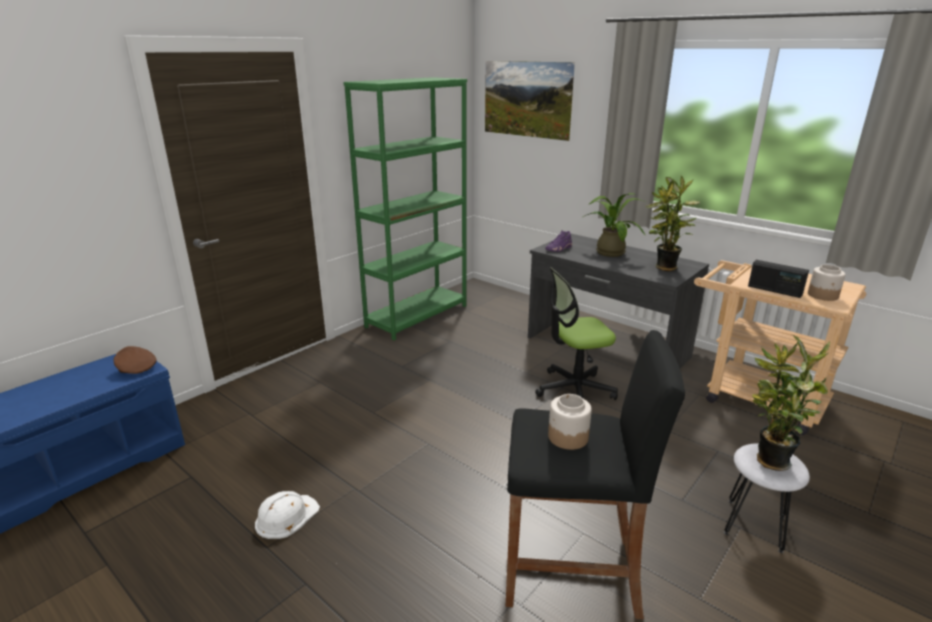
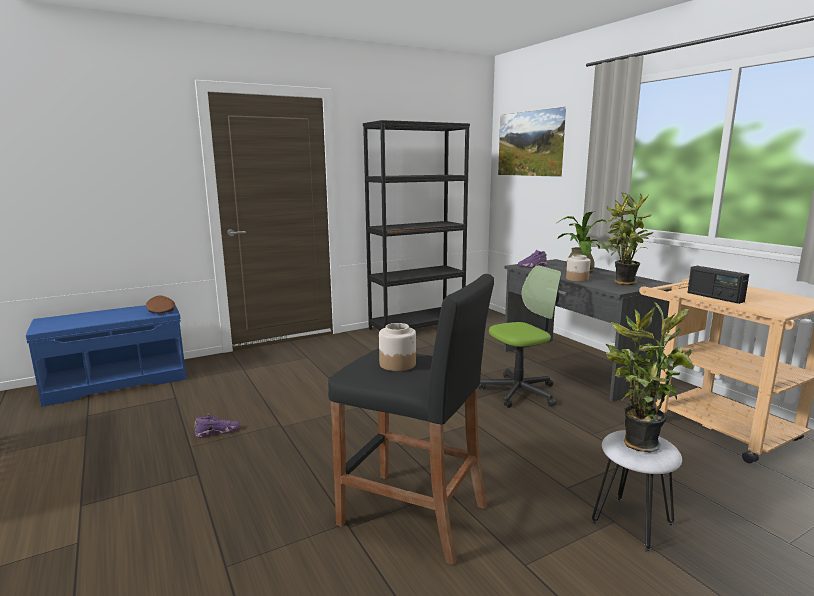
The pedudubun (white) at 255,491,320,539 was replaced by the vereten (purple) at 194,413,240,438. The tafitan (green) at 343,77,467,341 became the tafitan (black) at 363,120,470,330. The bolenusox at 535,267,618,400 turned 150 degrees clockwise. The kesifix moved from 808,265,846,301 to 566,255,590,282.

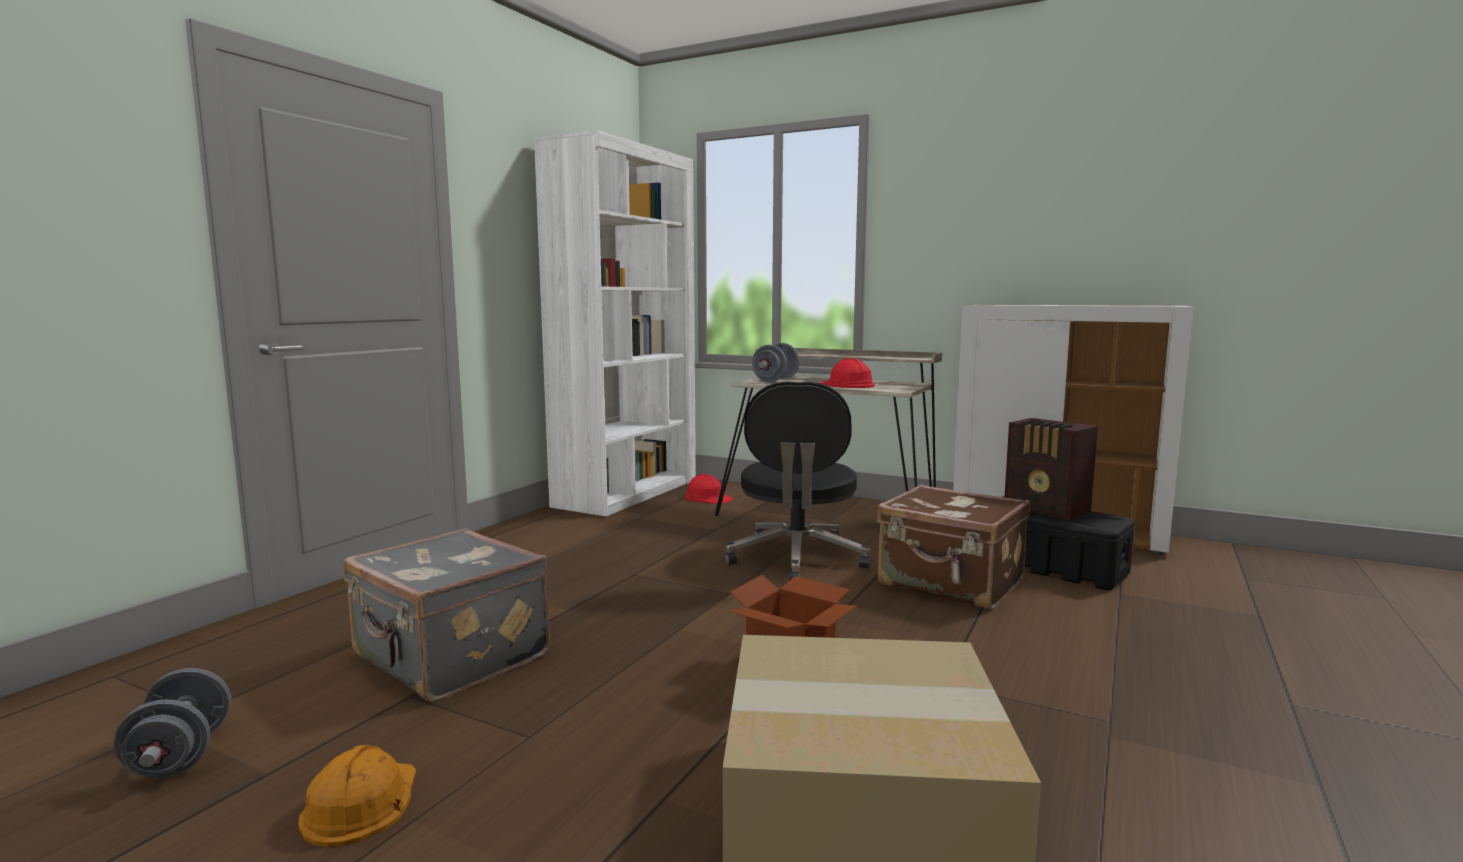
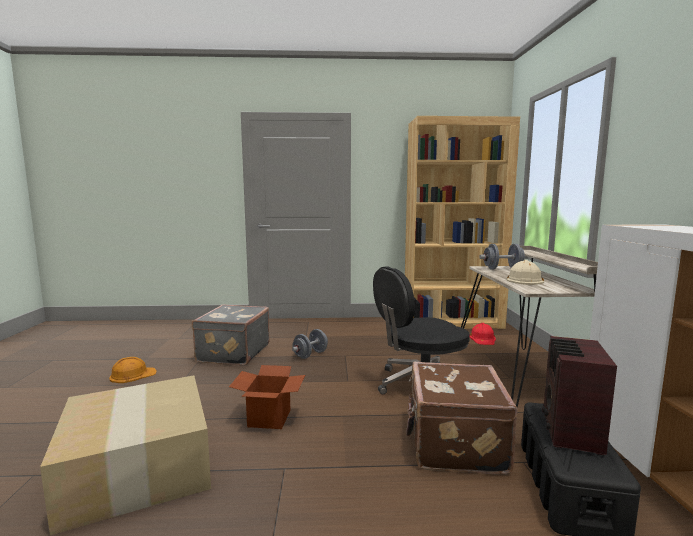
The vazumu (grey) moved from 113,668,231,778 to 292,329,328,359. The tafitan (white) at 534,130,696,516 became the tafitan (brown) at 405,116,520,329. The pedudubun (red) at 820,358,875,388 became the pedudubun (beige) at 506,260,544,285.

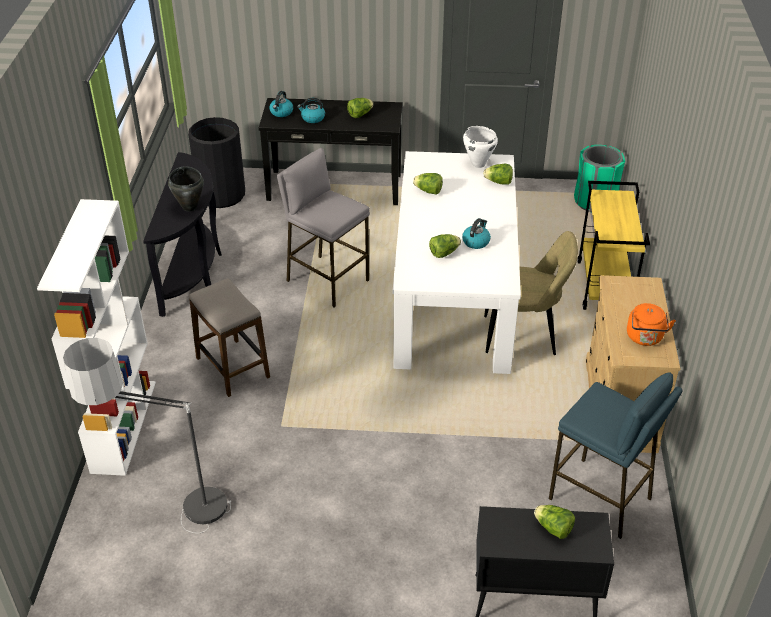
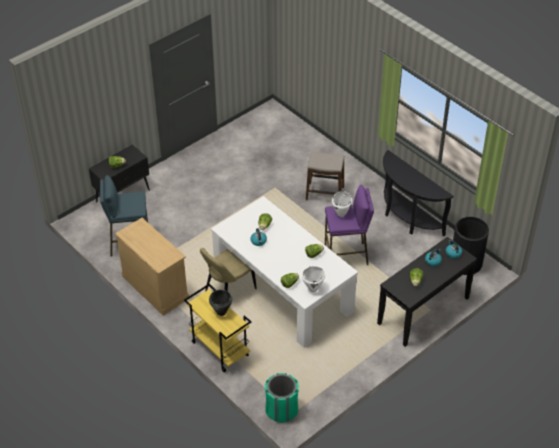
The tafitan (white) at 37,199,156,476 disappeared. The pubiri at 63,338,231,533 disappeared. The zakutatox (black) moved from 168,166,204,212 to 209,290,232,316. The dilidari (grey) at 277,148,370,308 became the dilidari (purple) at 325,184,374,265. The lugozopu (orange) at 627,303,676,346 disappeared. The zakutatox (white) at 332,191,352,217 appeared.

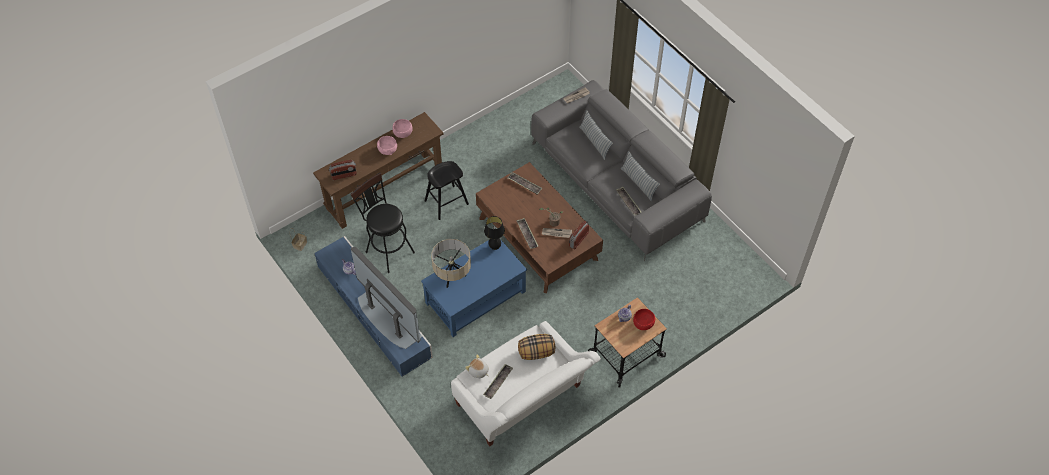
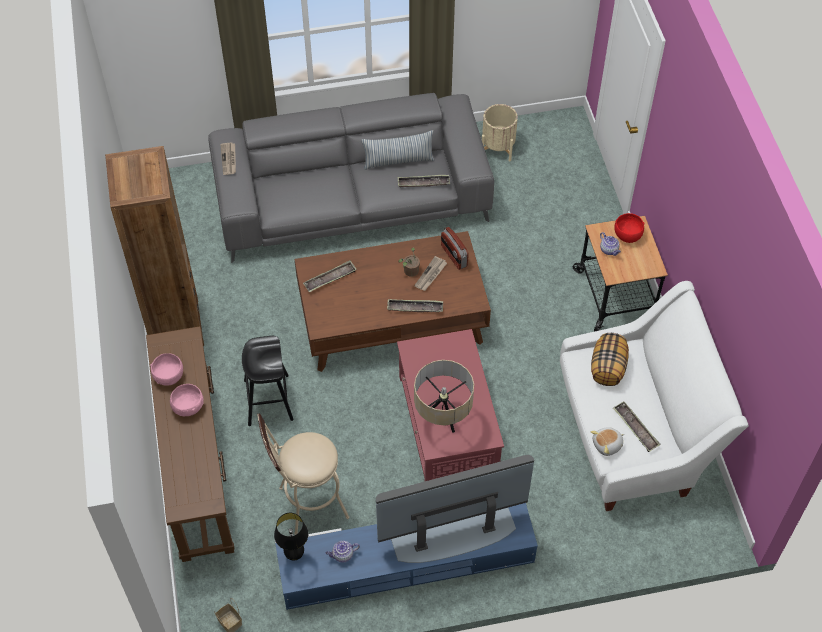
The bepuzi at 329,160,357,180 disappeared. The dilidari (black) at 350,173,415,273 became the dilidari (beige) at 257,414,349,535. The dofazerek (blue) at 421,238,527,337 became the dofazerek (red) at 397,329,504,482. The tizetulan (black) moved from 484,216,505,250 to 274,513,308,561. The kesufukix at 579,110,613,160 disappeared. The tafitan (brown) at 105,146,204,346 appeared. The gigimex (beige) at 482,104,518,162 appeared.

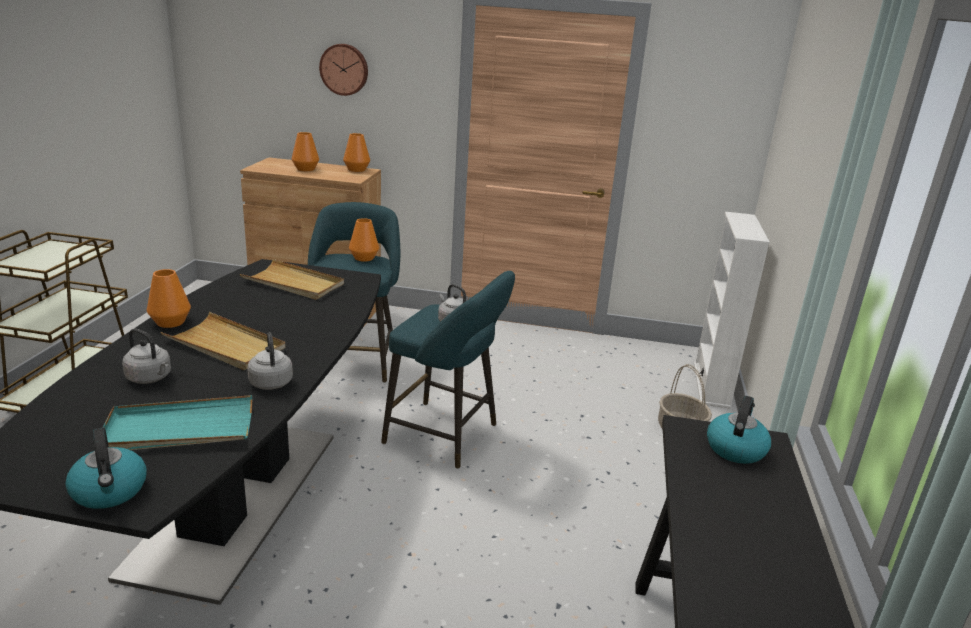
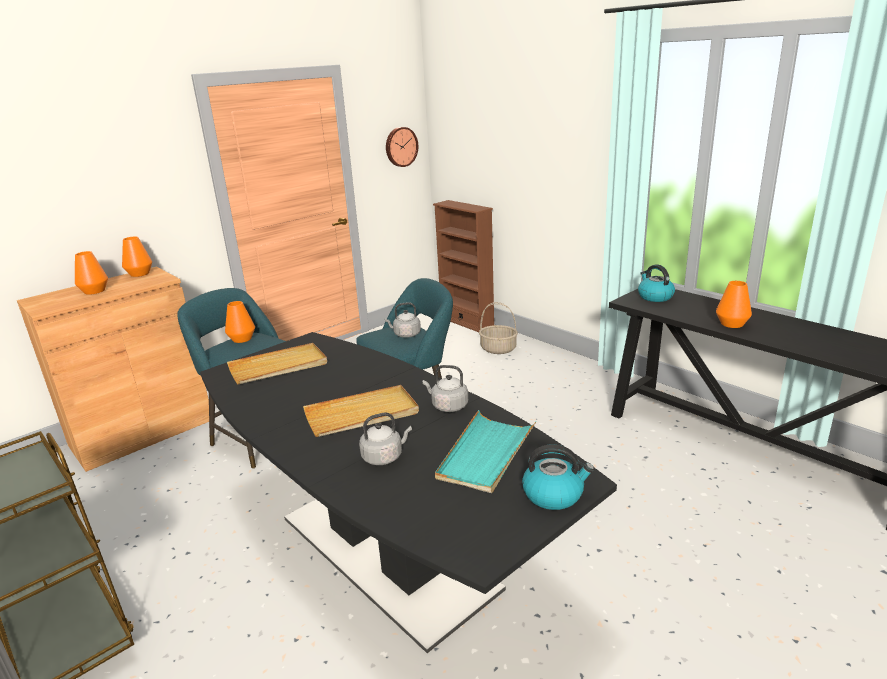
The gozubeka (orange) moved from 147,269,191,328 to 716,281,752,328. The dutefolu moved from 319,44,368,96 to 386,127,418,167. The tafitan (white) at 694,212,770,408 became the tafitan (brown) at 433,200,494,332.

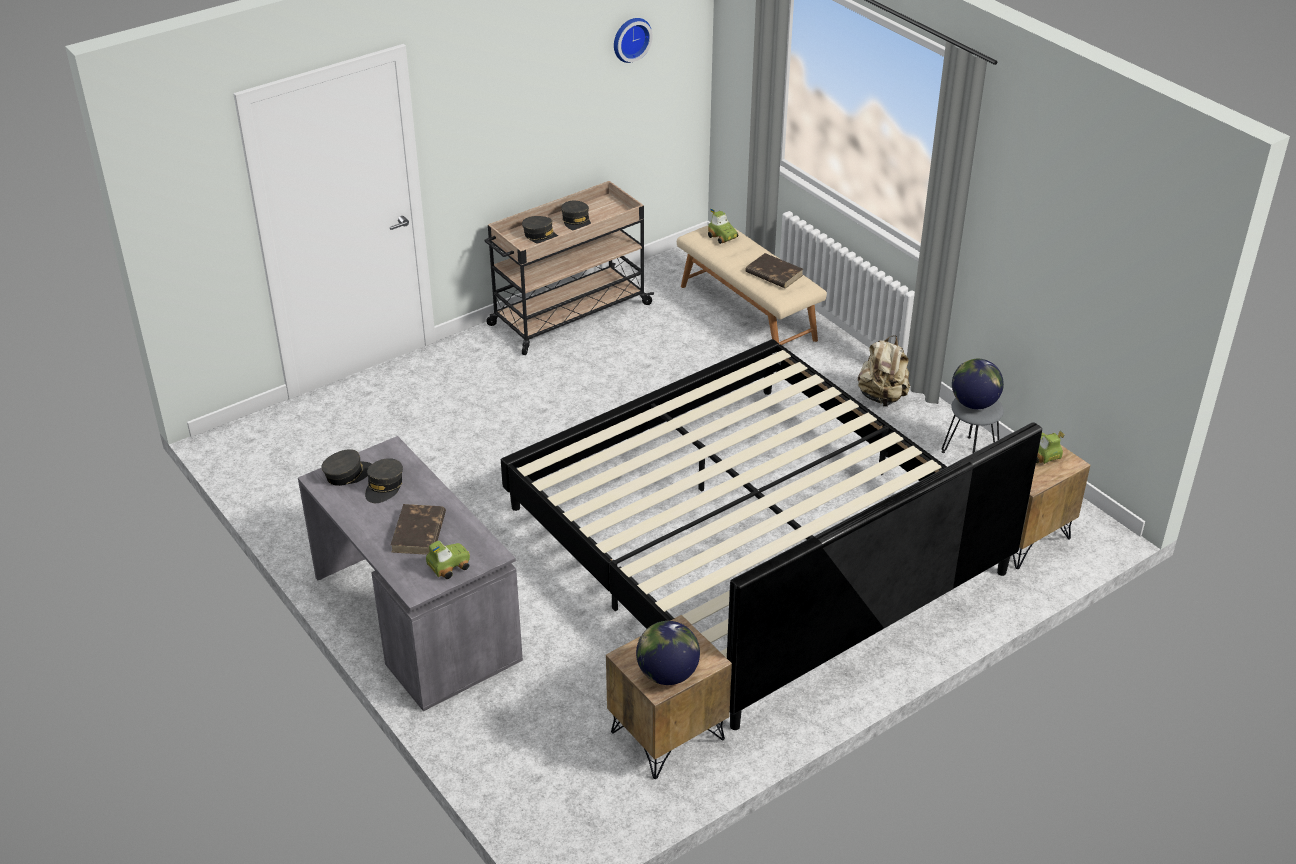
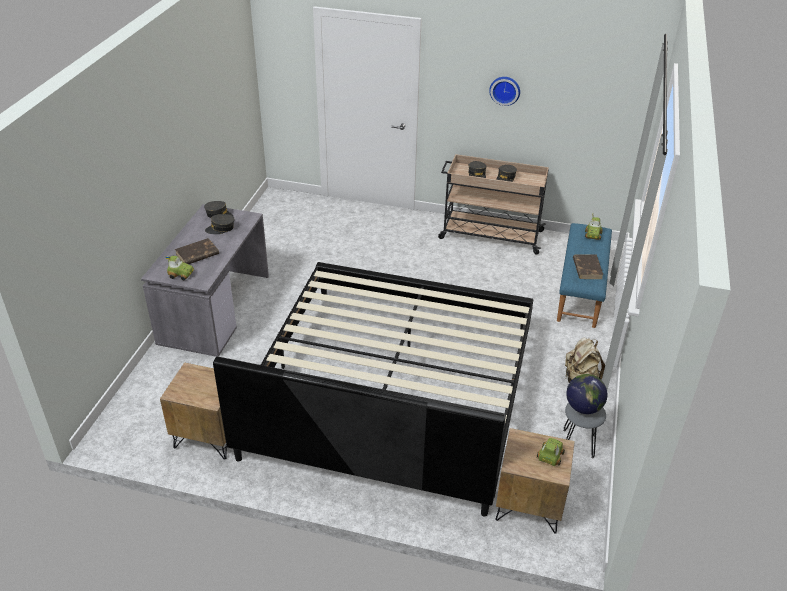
The dutefolu moved from 614,18,653,63 to 489,77,520,106. The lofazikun at 636,621,700,685 disappeared. The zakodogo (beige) at 677,226,827,345 became the zakodogo (blue) at 557,223,612,328.

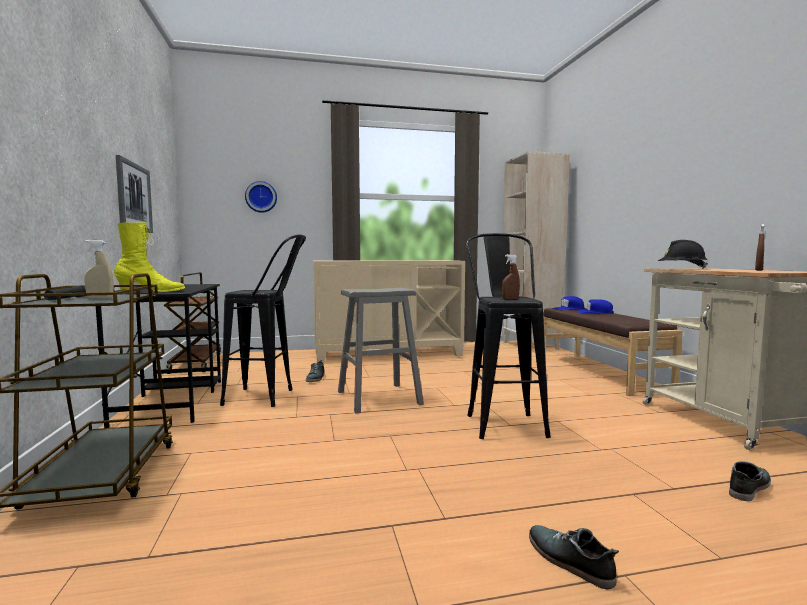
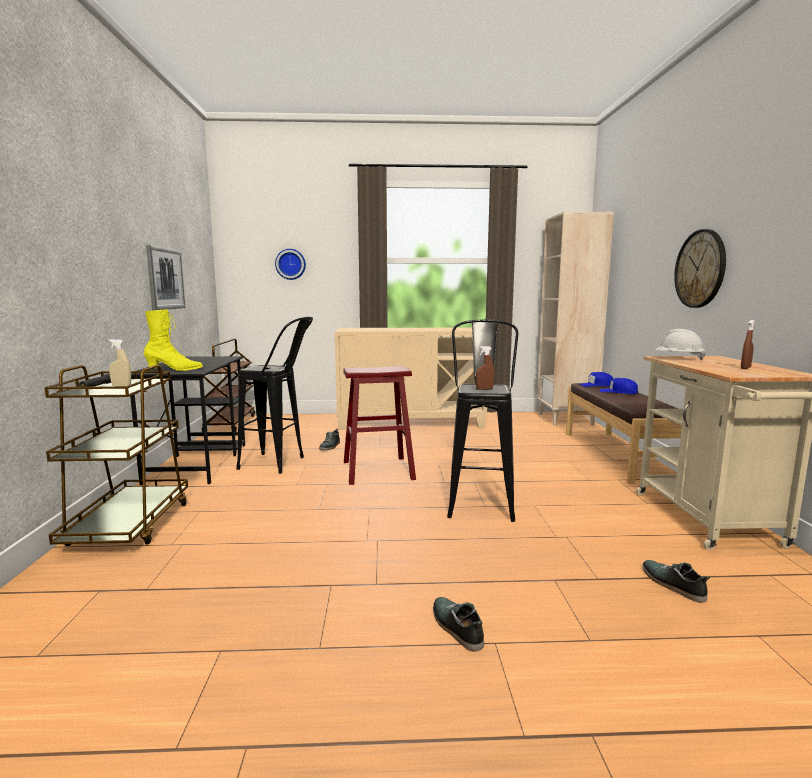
The dilidari (grey) at 338,288,424,414 became the dilidari (red) at 343,366,416,485. The pedudubun (black) at 658,240,708,269 became the pedudubun (white) at 655,329,706,360. The vereten at 729,461,771,501 turned 90 degrees counterclockwise. The dutefolu at 674,229,726,308 appeared.

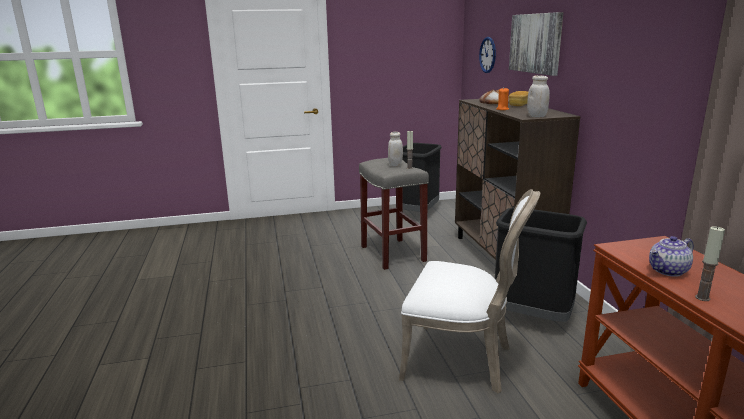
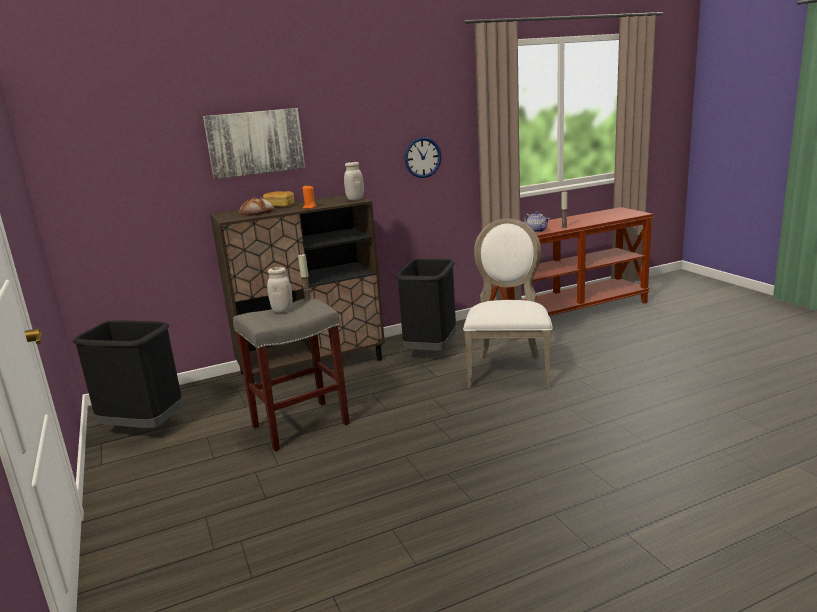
The dutefolu moved from 479,37,496,73 to 405,137,441,178.

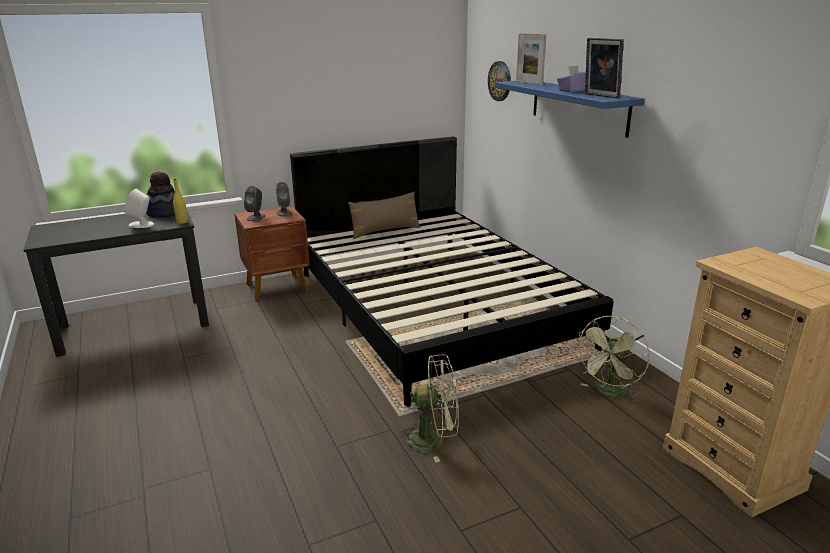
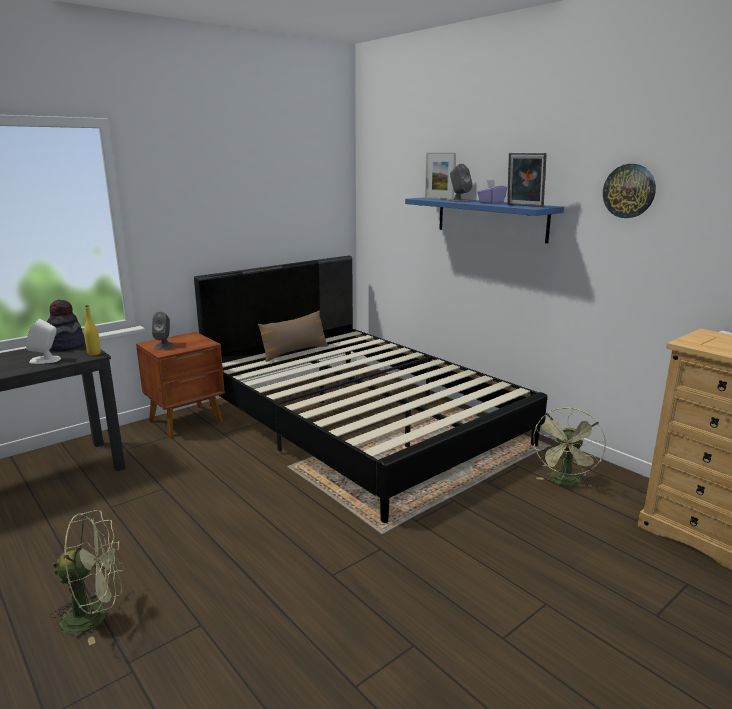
The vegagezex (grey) moved from 276,182,292,217 to 449,164,473,202. The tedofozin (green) moved from 398,354,459,462 to 50,510,124,645. The dutefolu moved from 488,61,511,101 to 603,164,656,218.

